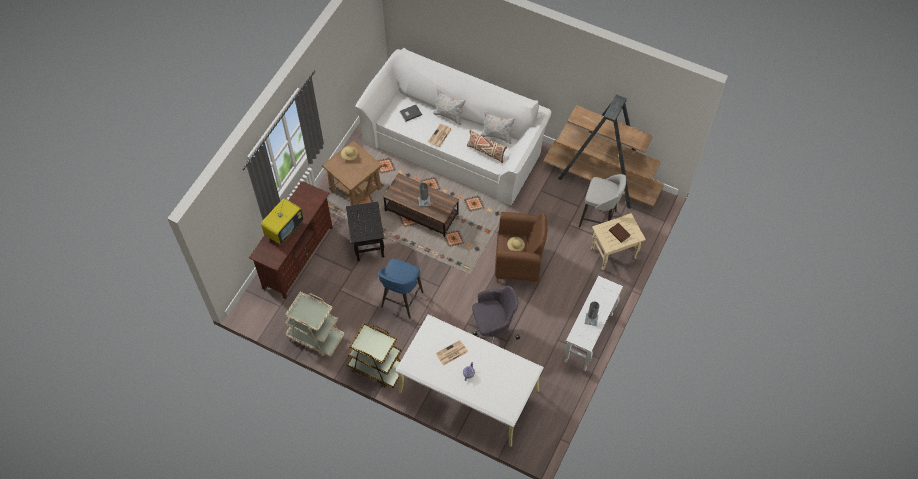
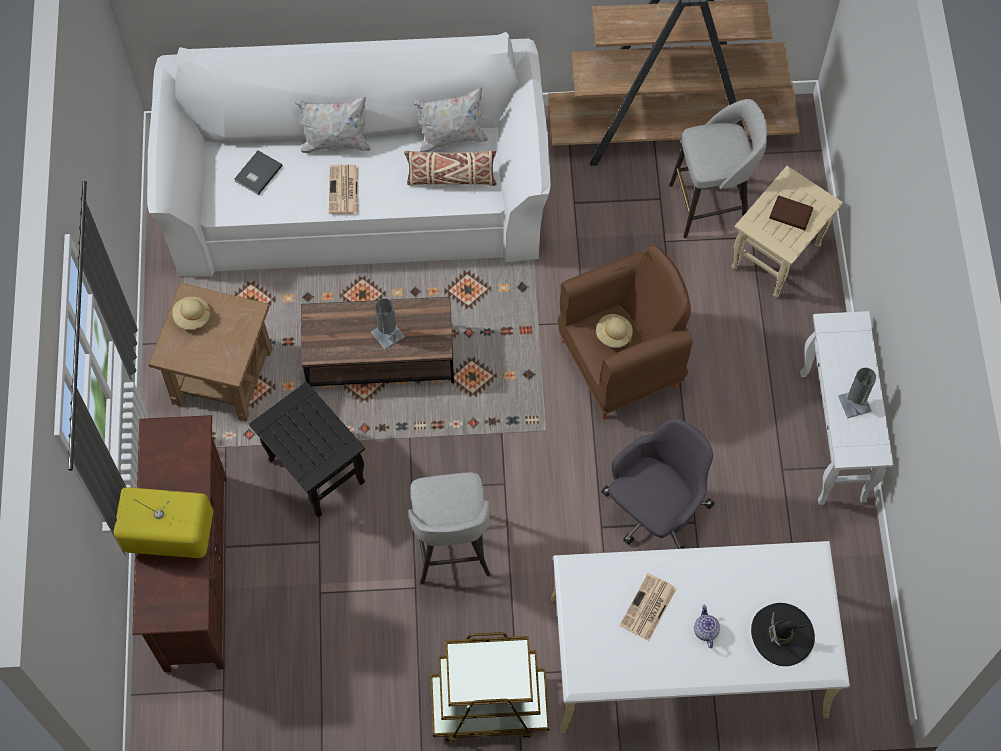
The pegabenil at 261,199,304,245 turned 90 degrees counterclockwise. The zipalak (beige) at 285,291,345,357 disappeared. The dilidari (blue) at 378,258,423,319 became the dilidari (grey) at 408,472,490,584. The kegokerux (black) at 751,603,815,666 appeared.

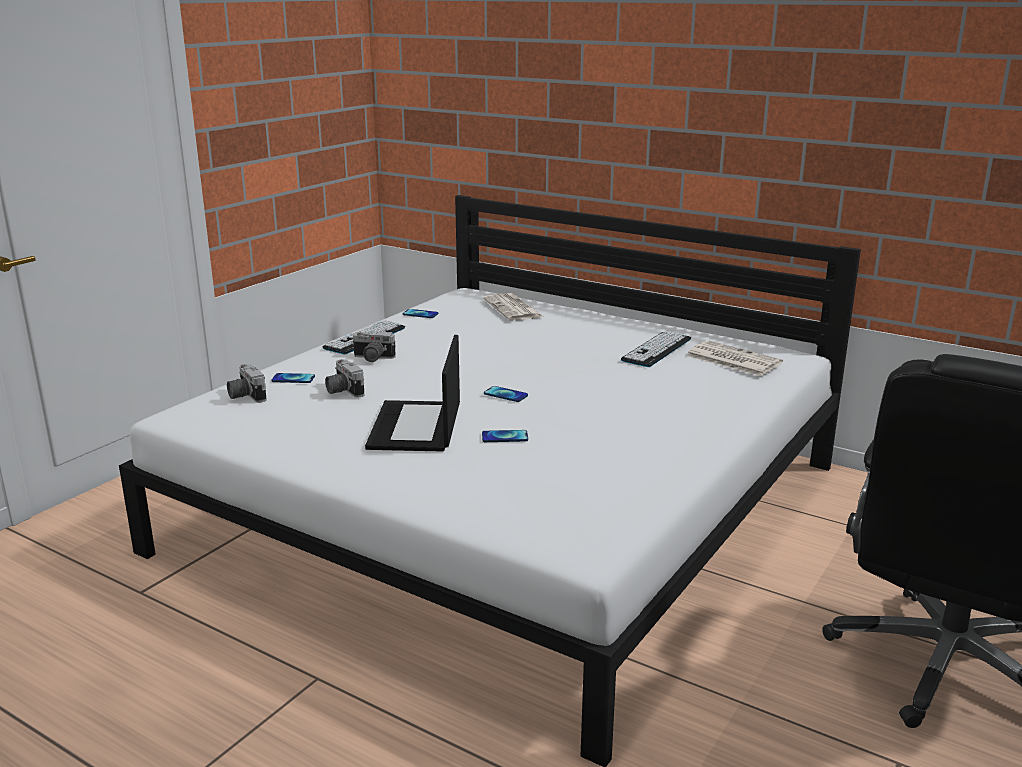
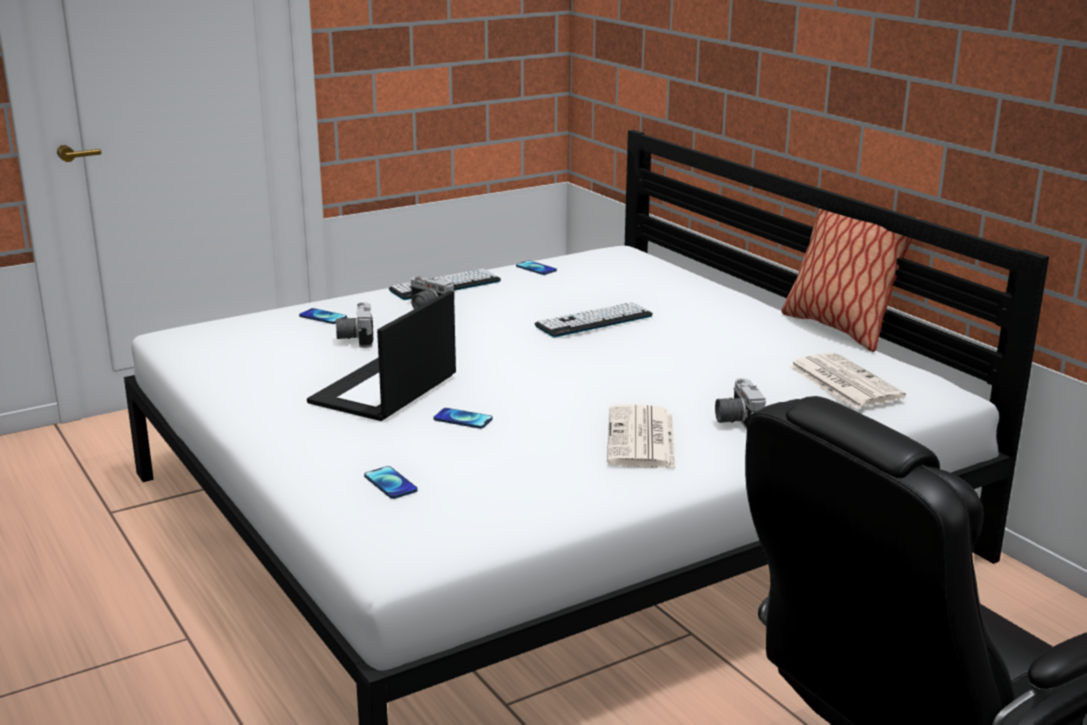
The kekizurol moved from 227,364,267,403 to 715,378,766,430. The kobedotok moved from 483,293,544,321 to 607,404,676,468. The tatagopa moved from 484,386,528,402 to 364,466,418,499. The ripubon moved from 621,331,691,367 to 534,302,653,337. The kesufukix at 782,208,921,352 appeared.

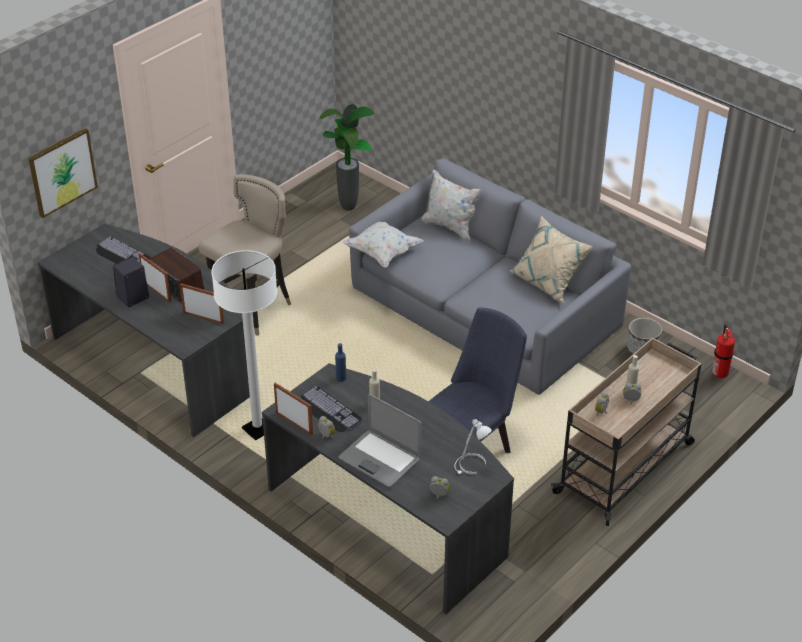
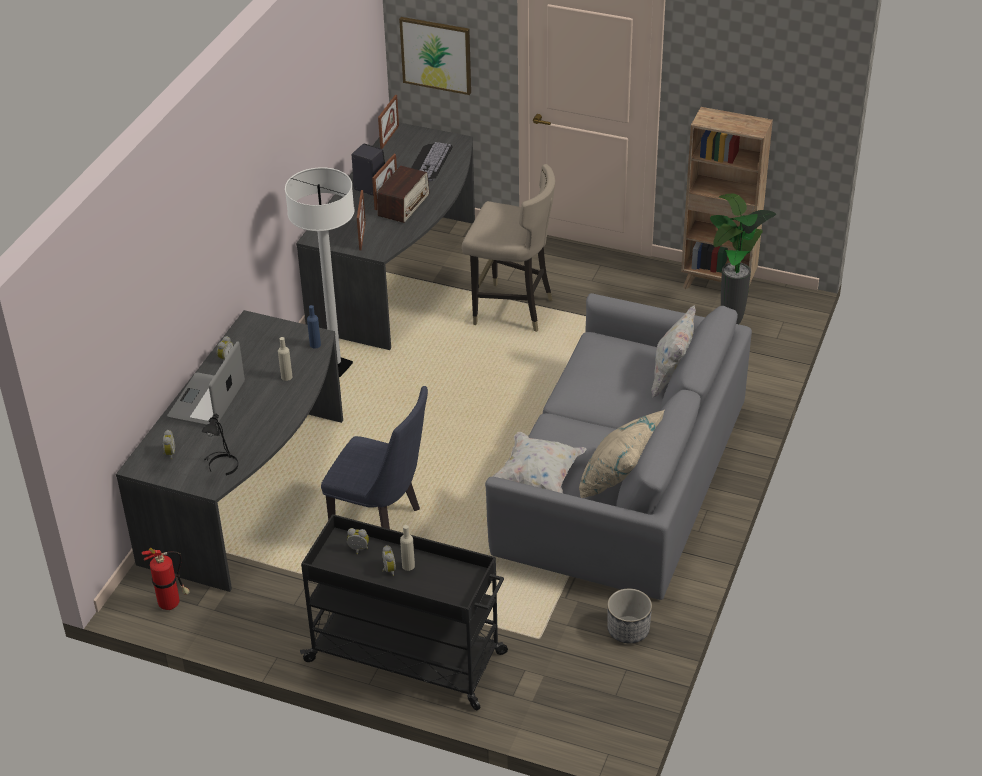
The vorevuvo moved from 274,383,313,436 to 378,95,399,149. The ripubon at 301,386,364,432 disappeared. The kesufukix (white) moved from 342,222,424,268 to 492,432,587,493. The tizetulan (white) at 454,419,492,474 became the tizetulan (black) at 202,414,238,476. The zipalak (beige) at 551,337,702,526 became the zipalak (black) at 300,514,508,711. The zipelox moved from 712,325,735,379 to 141,548,190,610. The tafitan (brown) at 681,107,773,289 appeared.

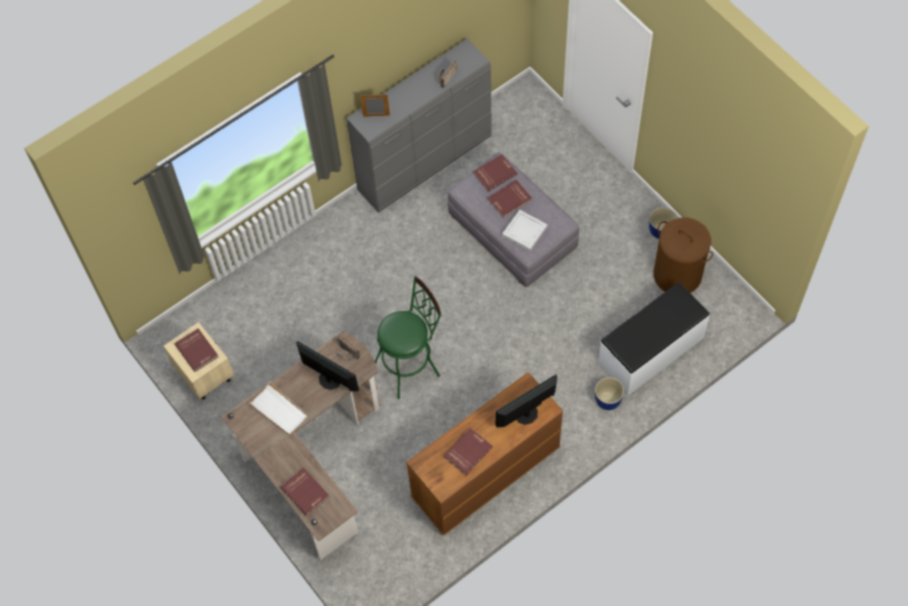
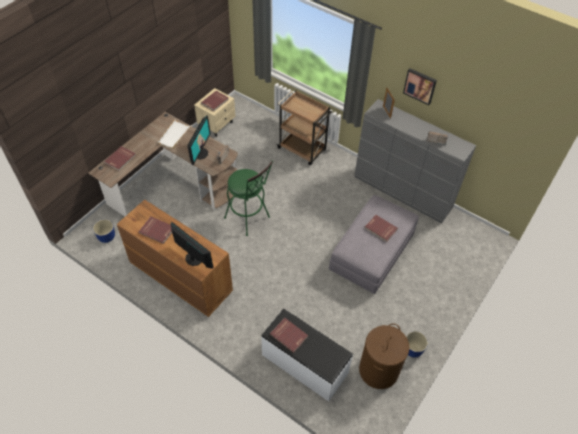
The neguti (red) moved from 473,154,517,192 to 270,318,308,353. The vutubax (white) at 502,210,548,251 disappeared. The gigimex moved from 595,377,624,410 to 93,219,115,243. The zipalak (brown) at 276,90,332,165 appeared. The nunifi at 403,68,437,105 appeared.

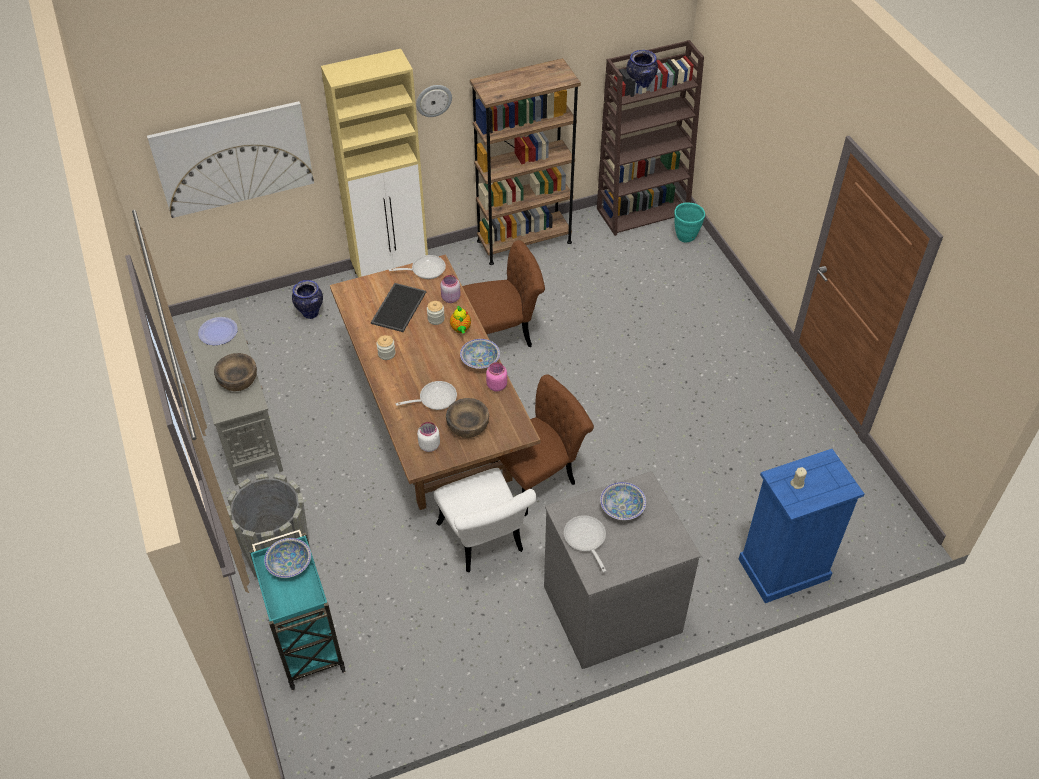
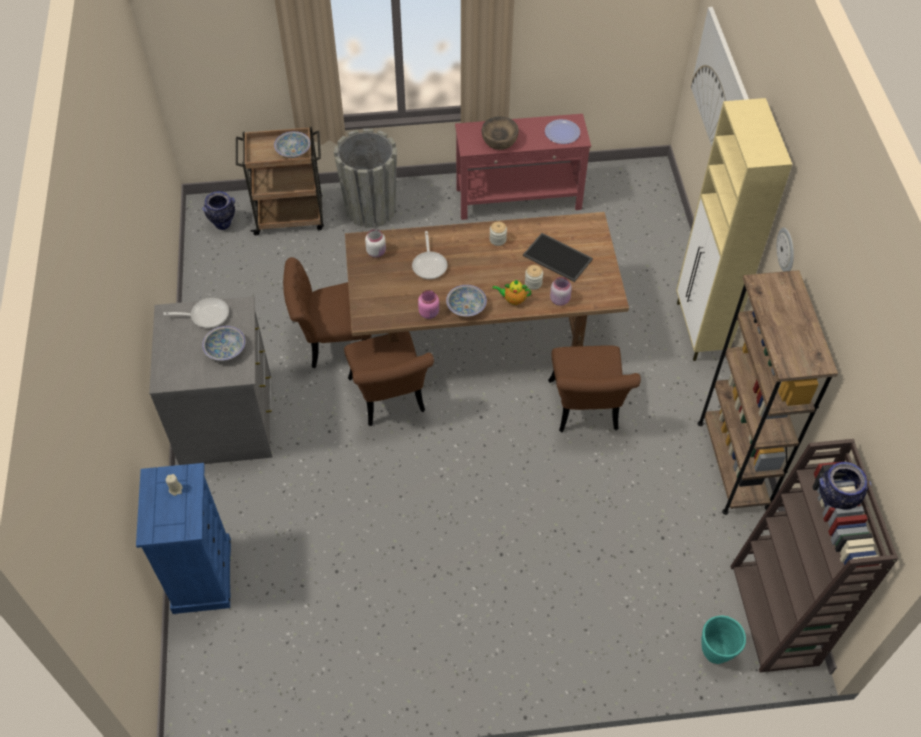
The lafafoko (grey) at 185,308,283,485 became the lafafoko (red) at 455,114,591,220. The zipalak (turquoise) at 249,529,346,690 became the zipalak (brown) at 236,127,324,236. The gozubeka moved from 292,280,323,319 to 202,191,235,230. The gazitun at 389,255,446,279 disappeared. The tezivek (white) at 434,468,536,572 became the tezivek (brown) at 283,257,371,368. The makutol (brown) at 446,398,489,438 disappeared.

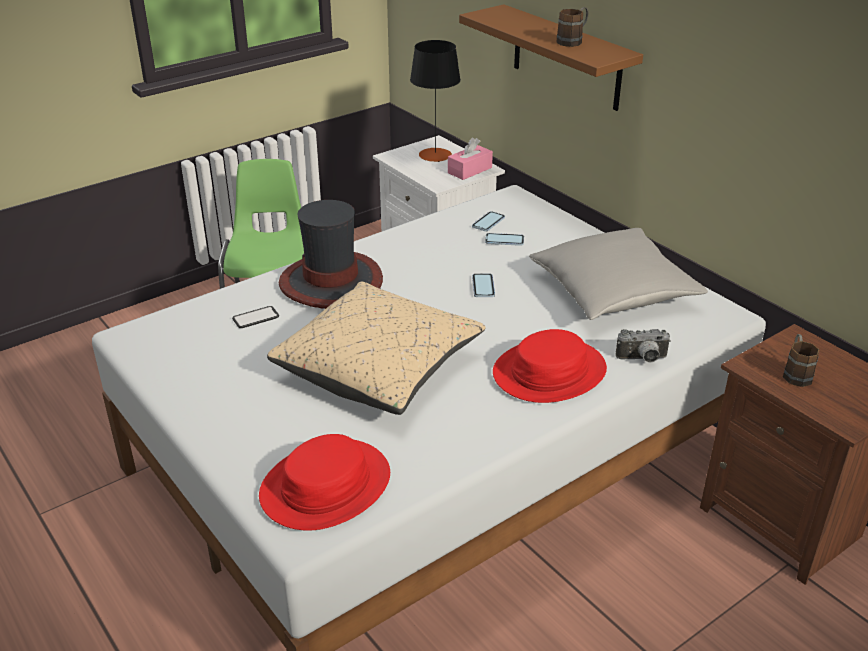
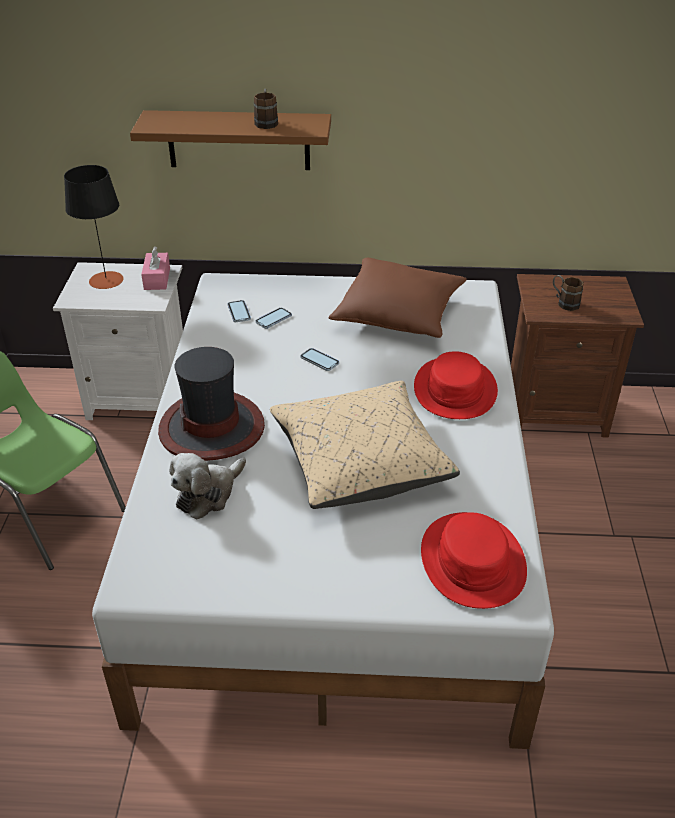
The tatagopa at 232,306,279,328 was replaced by the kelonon at 169,453,246,520. The kesufukix (grey) at 529,228,708,320 became the kesufukix (brown) at 328,258,467,338. The kekizurol at 615,329,671,363 disappeared.

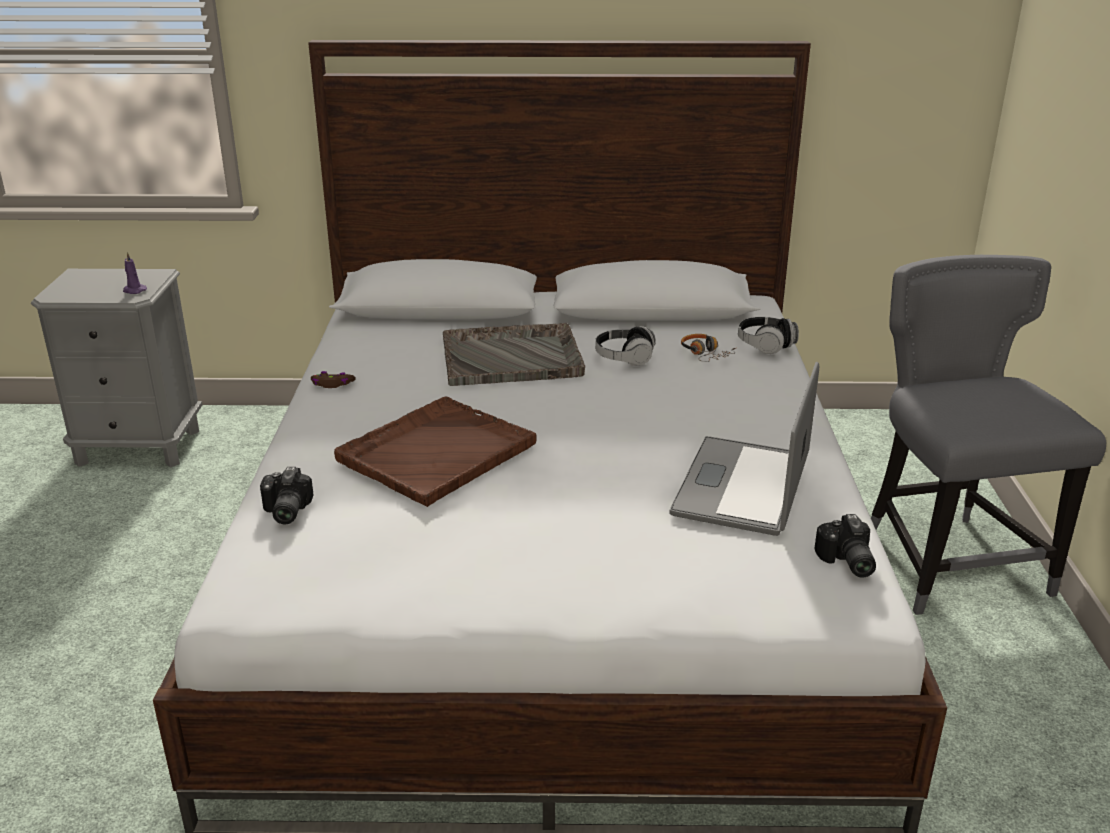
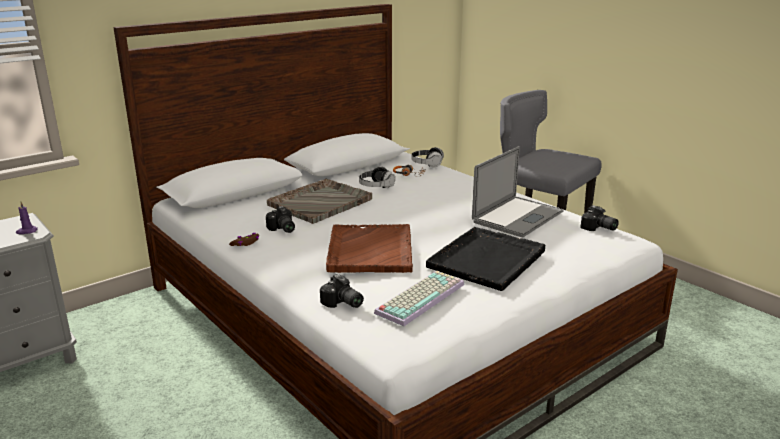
The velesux at 669,362,819,536 turned 120 degrees counterclockwise. The kekizurol at 266,206,295,233 appeared. The ripubon at 374,271,464,326 appeared. The vutubax (black) at 426,227,545,291 appeared.

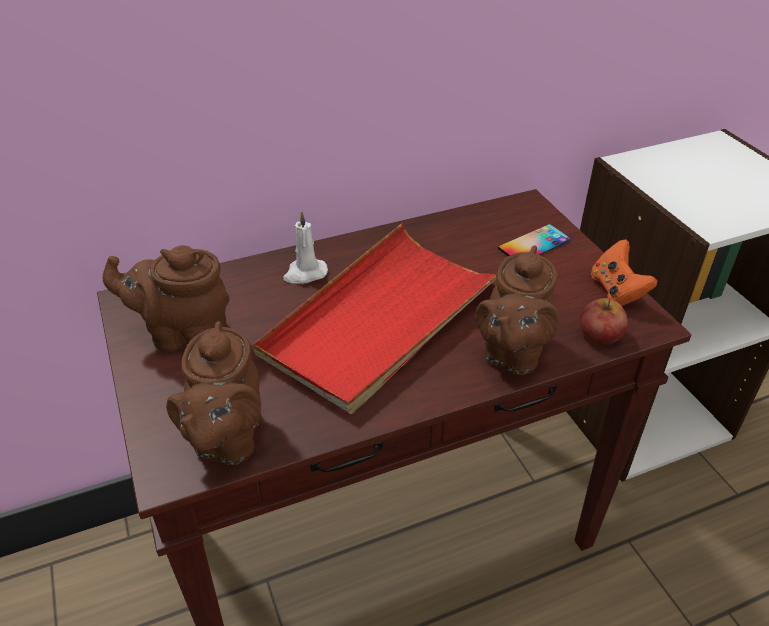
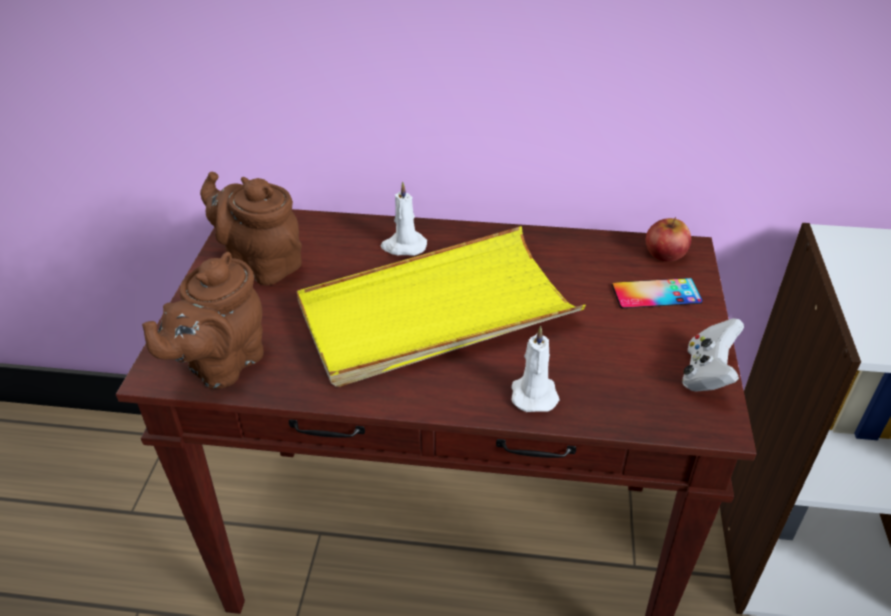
The vutubax (red) at 253,223,496,414 became the vutubax (yellow) at 296,226,586,387. The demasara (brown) at 475,245,560,375 was replaced by the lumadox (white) at 511,326,560,412. The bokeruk moved from 580,298,628,345 to 646,217,691,262. The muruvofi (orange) at 591,239,657,306 became the muruvofi (white) at 682,318,744,392.

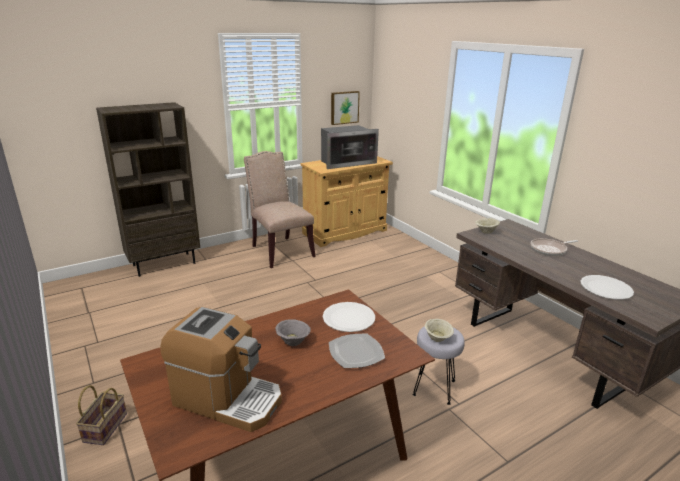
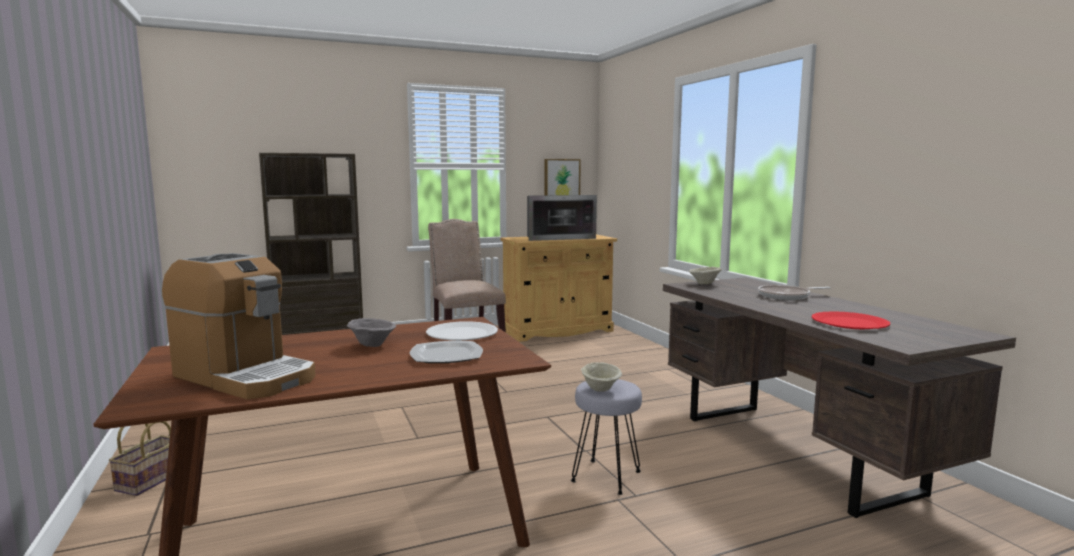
The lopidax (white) at 580,275,634,300 became the lopidax (red) at 812,311,890,329.

